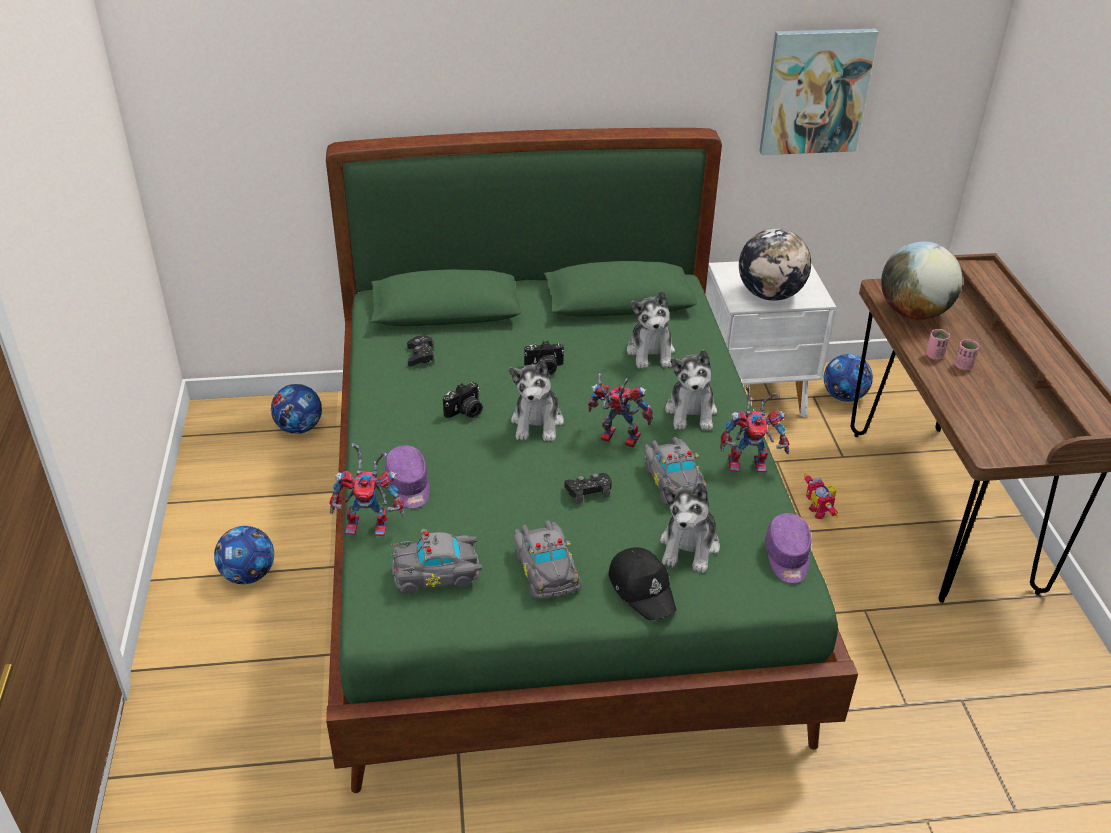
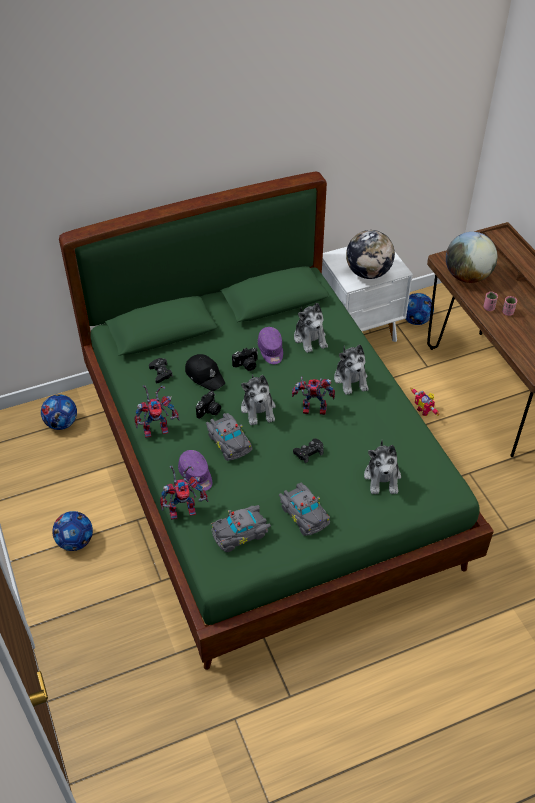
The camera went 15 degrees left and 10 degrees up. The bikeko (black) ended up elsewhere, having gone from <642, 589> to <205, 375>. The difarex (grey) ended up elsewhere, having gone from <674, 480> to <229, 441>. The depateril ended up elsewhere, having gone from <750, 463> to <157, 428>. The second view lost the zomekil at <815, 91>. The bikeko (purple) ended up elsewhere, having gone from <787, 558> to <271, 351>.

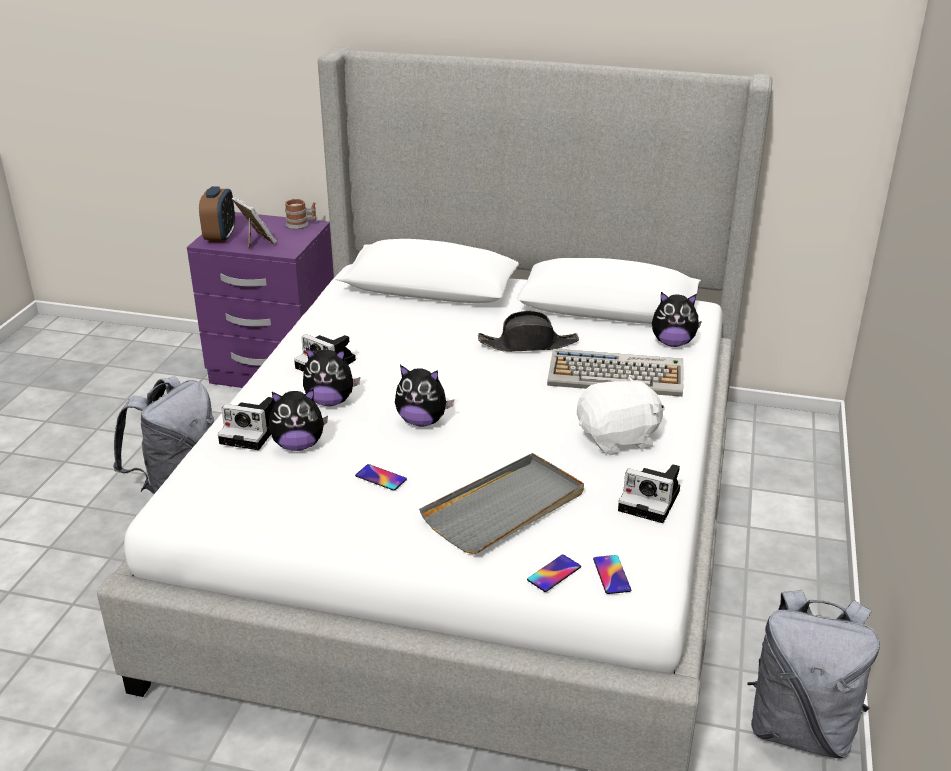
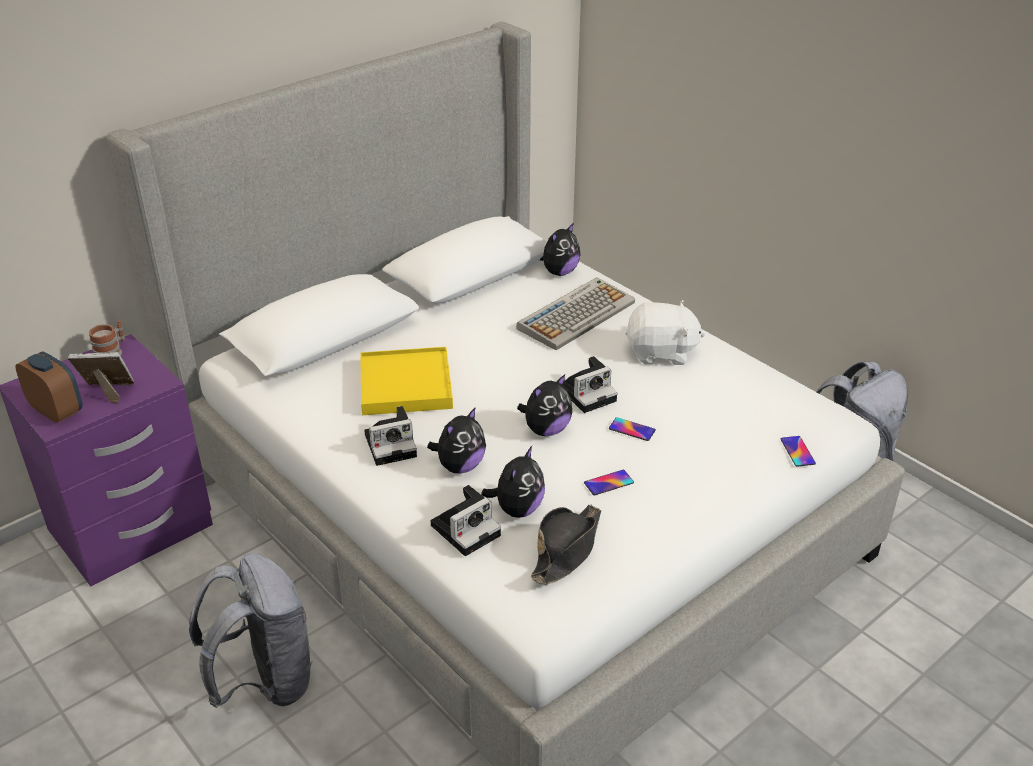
The camera went 55 degrees left and 5 degrees up. The second view lost the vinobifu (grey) at <505, 508>. The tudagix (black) ended up elsewhere, having gone from <528, 344> to <567, 550>. The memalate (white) at <618, 439> ended up facing another way, 75 degrees clockwise from before. The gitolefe ended up elsewhere, having gone from <611, 575> to <632, 429>. The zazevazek ended up elsewhere, having gone from <652, 501> to <588, 393>. The second view gained the vinobifu (yellow) at <405, 385>.

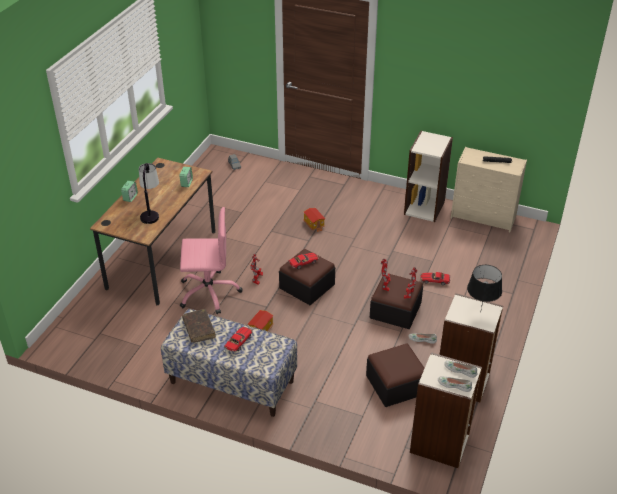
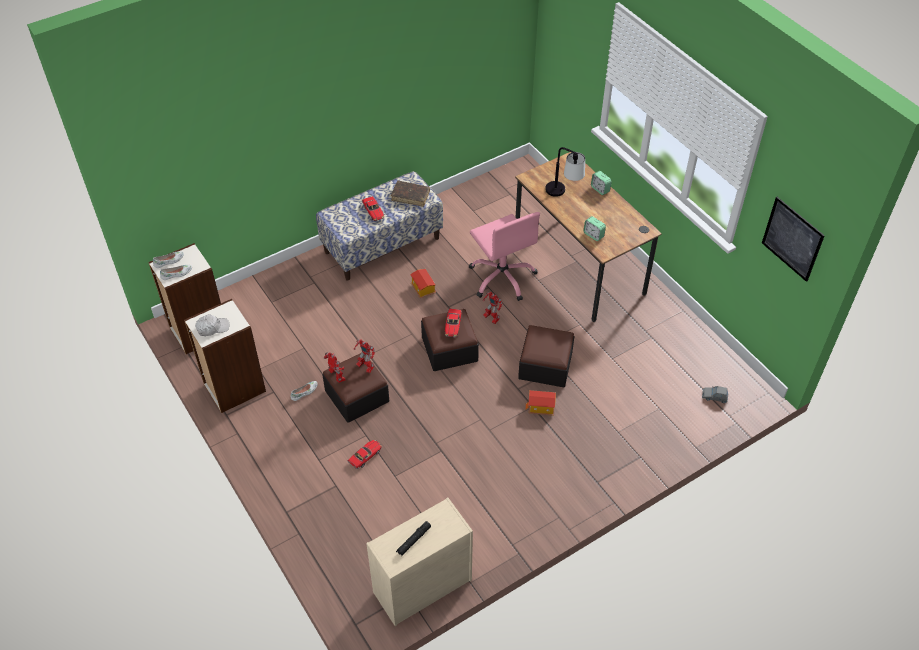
The camera went 125 degrees right and 10 degrees up. The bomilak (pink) at <209, 292> ended up facing another way, 60 degrees counterclockwise from before. The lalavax ended up elsewhere, having gone from <395, 384> to <545, 365>. The second view lost the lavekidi at <424, 207>. Where the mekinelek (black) stood at <480, 312>, the bikeko (white) came to stand at <212, 328>. The second view gained the zomekil at <792, 239>.

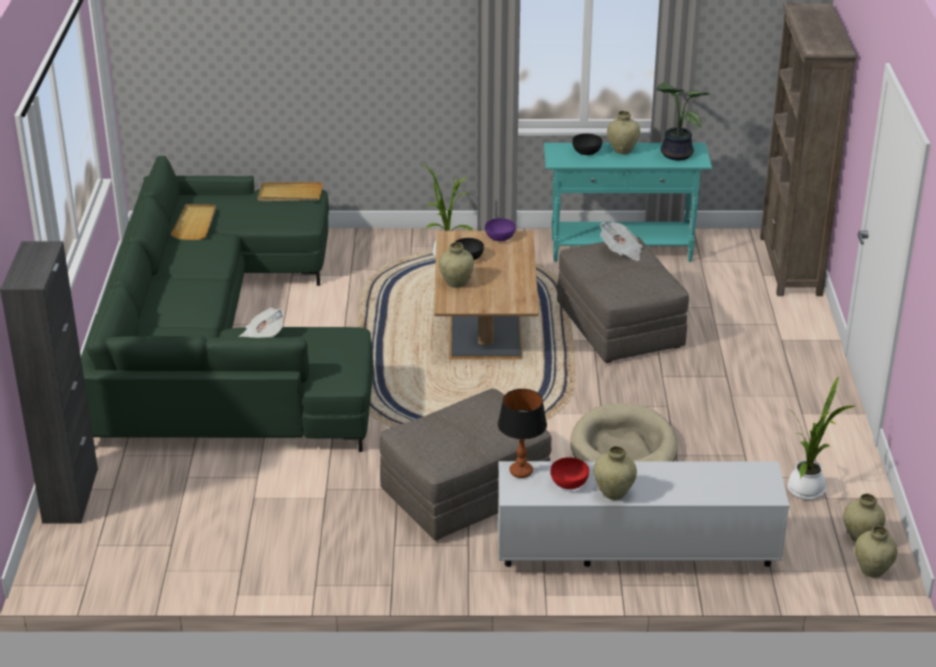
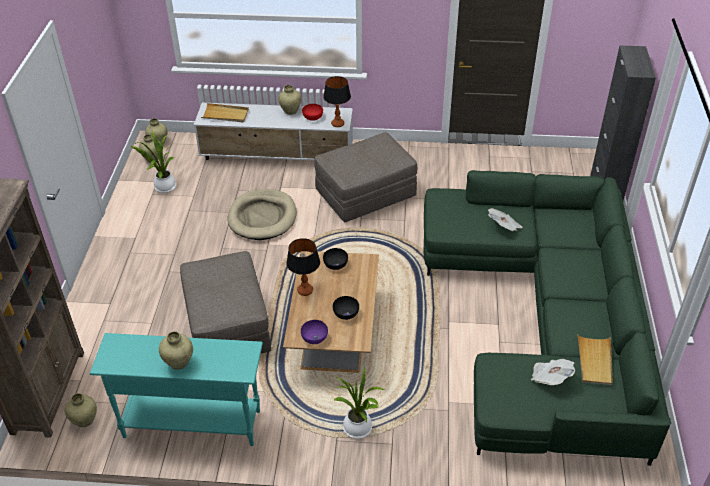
The camera went 175 degrees left and 10 degrees up. The vinobifu (beige) ended up elsewhere, having gone from <290, 194> to <225, 115>. The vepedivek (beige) ended up elsewhere, having gone from <456, 283> to <85, 421>. The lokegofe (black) ended up elsewhere, having gone from <586, 152> to <336, 264>. The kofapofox ended up elsewhere, having gone from <621, 252> to <550, 378>. The second view lost the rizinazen at <674, 154>. The second view gained the mekinelek at <305, 291>.

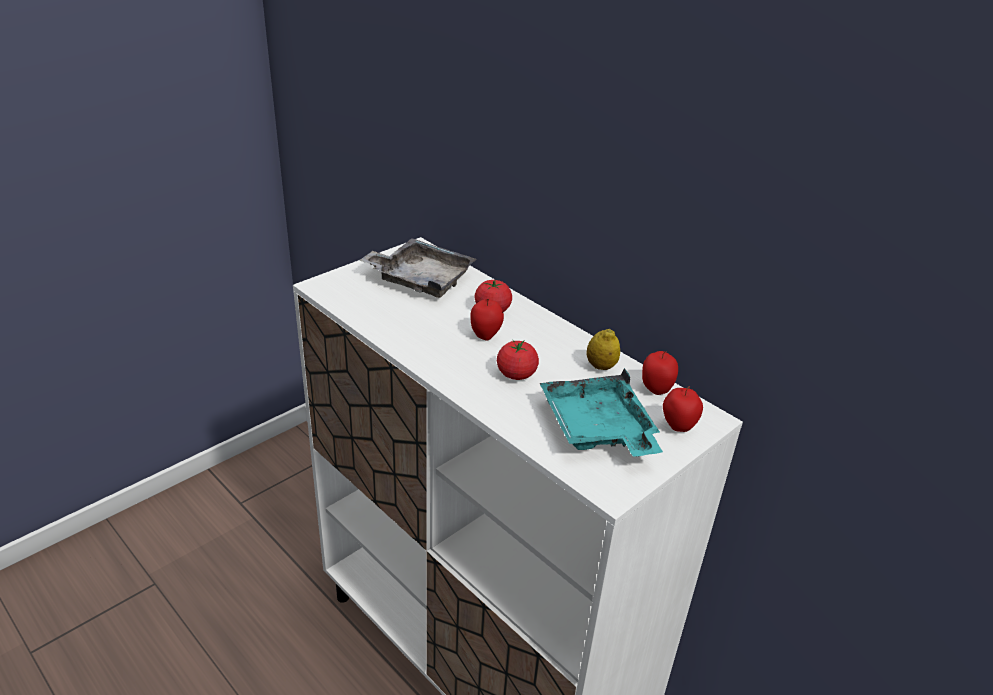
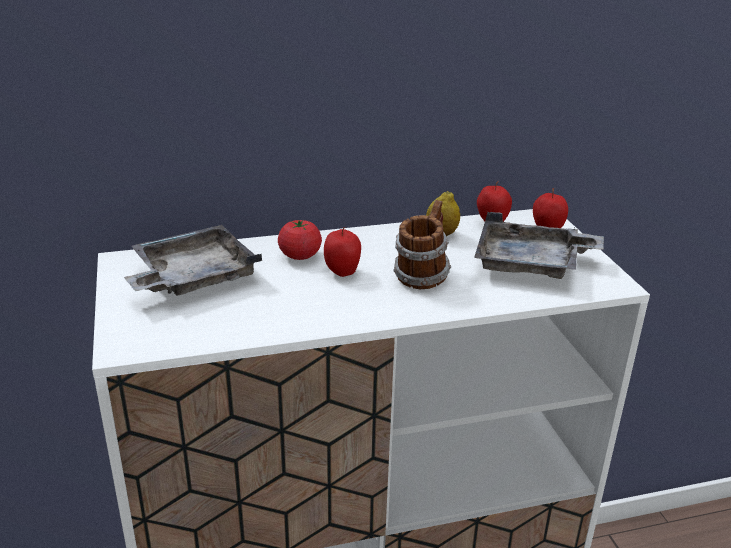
The camera went 60 degrees left and 5 degrees down. Where the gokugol stood at <516, 374>, the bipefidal came to stand at <421, 276>. What was the vinobifu (turquoise) at <597, 429> turned into the vinobifu (grey) at <531, 264>.

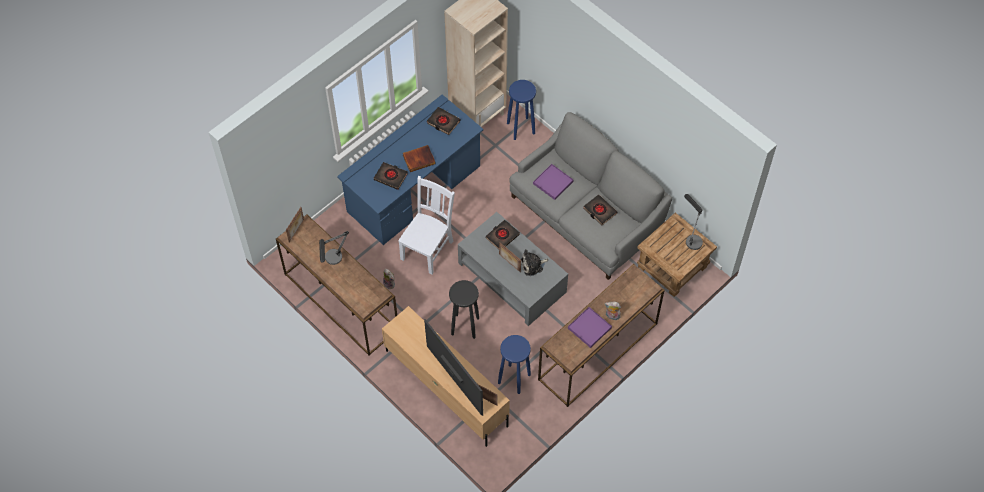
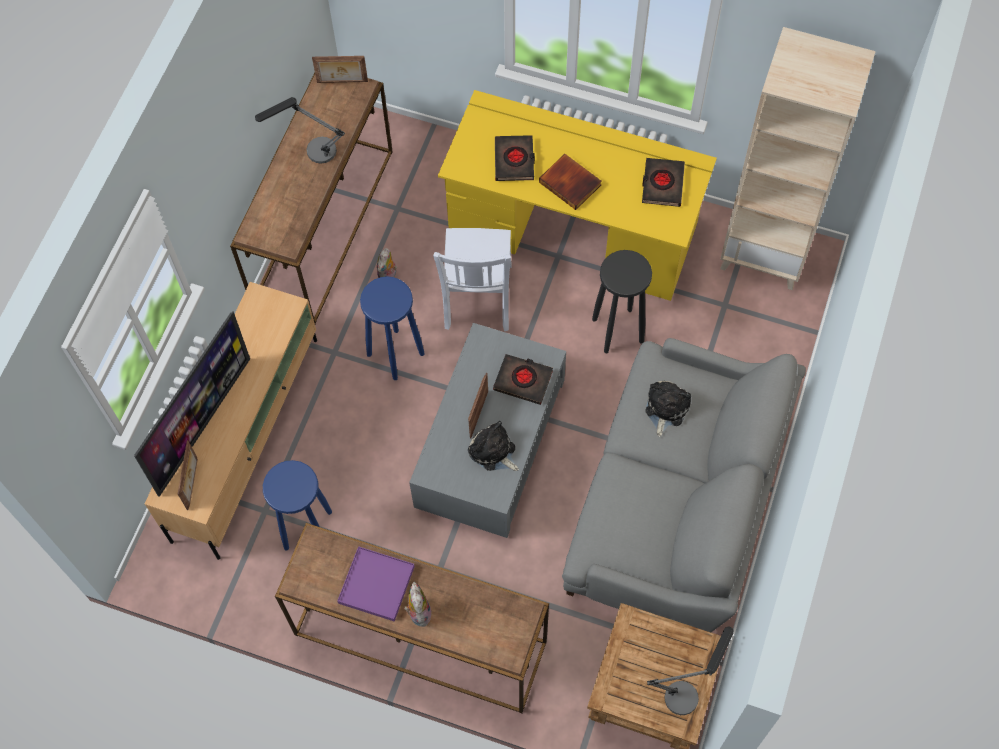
The camera went 65 degrees right and 5 degrees up. What was the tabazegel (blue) at <413, 189> turned into the tabazegel (yellow) at <573, 229>. The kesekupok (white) at <428, 248> ended up facing another way, 90 degrees clockwise from before. The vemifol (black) ended up elsewhere, having gone from <464, 326> to <617, 329>. The vemifol (blue) ended up elsewhere, having gone from <521, 128> to <396, 354>. Where the vinobifu (purple) stood at <553, 183>, the memalate came to stand at <665, 409>. The second view lost the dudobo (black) at <599, 211>.

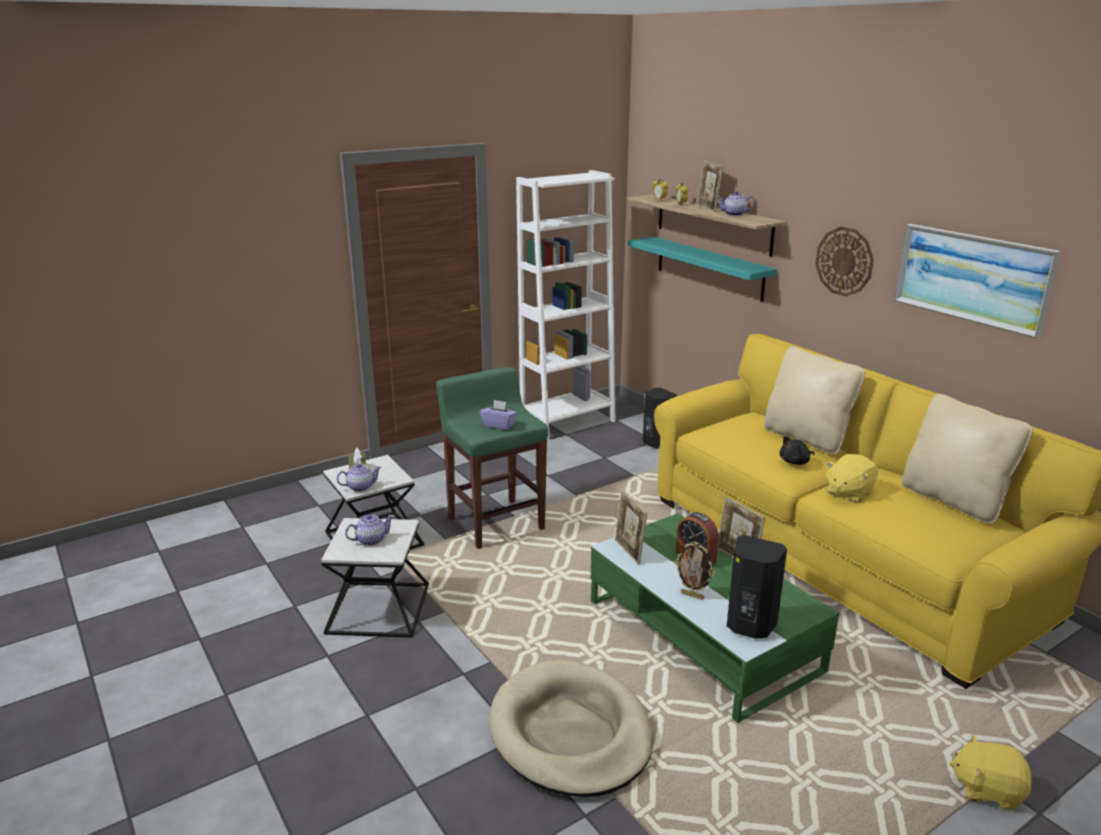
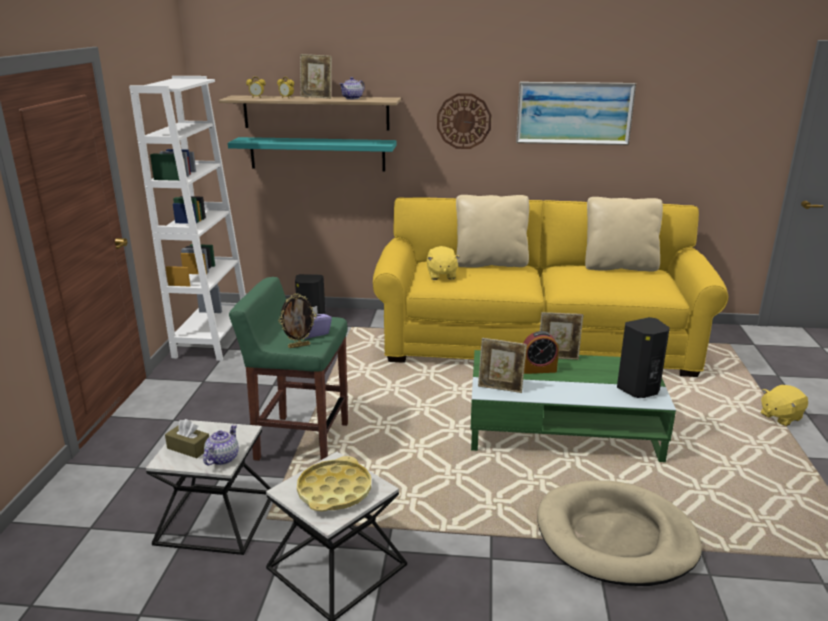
The camera went 50 degrees left and 0 degrees up. Where the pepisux stood at <370, 540>, the vinobifu (yellow) came to stand at <334, 491>. The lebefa ended up elsewhere, having gone from <692, 595> to <299, 346>. The second view lost the memalate (black) at <795, 462>. The memalate (yellow) ended up elsewhere, having gone from <848, 492> to <441, 275>.

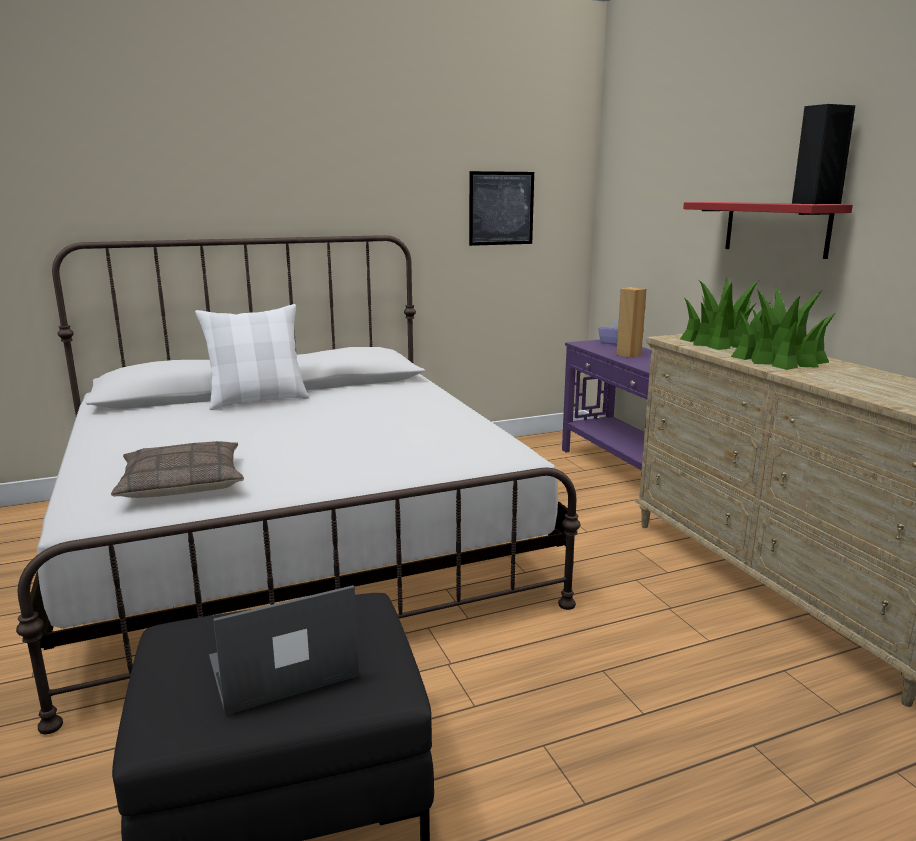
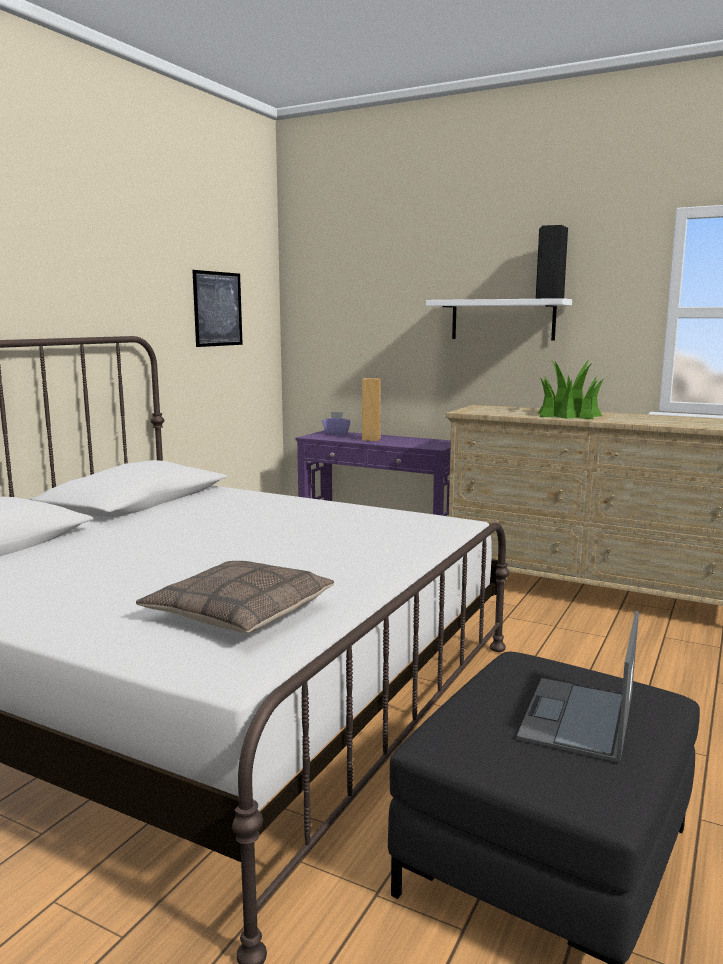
The camera went 40 degrees left and 5 degrees down. The second view lost the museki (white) at <258, 400>. The second view lost the rizinazen at <722, 342>. What was the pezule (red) at <776, 228> turned into the pezule (white) at <502, 319>.

